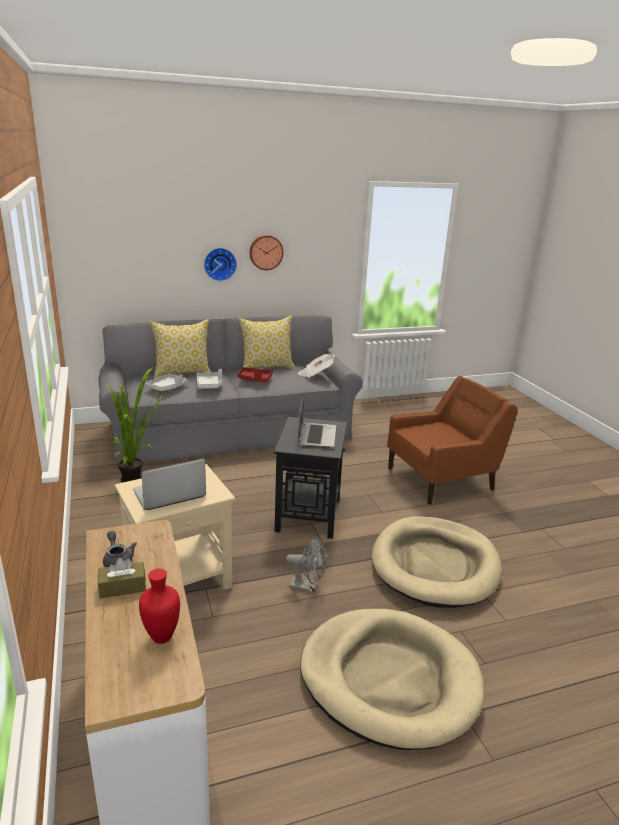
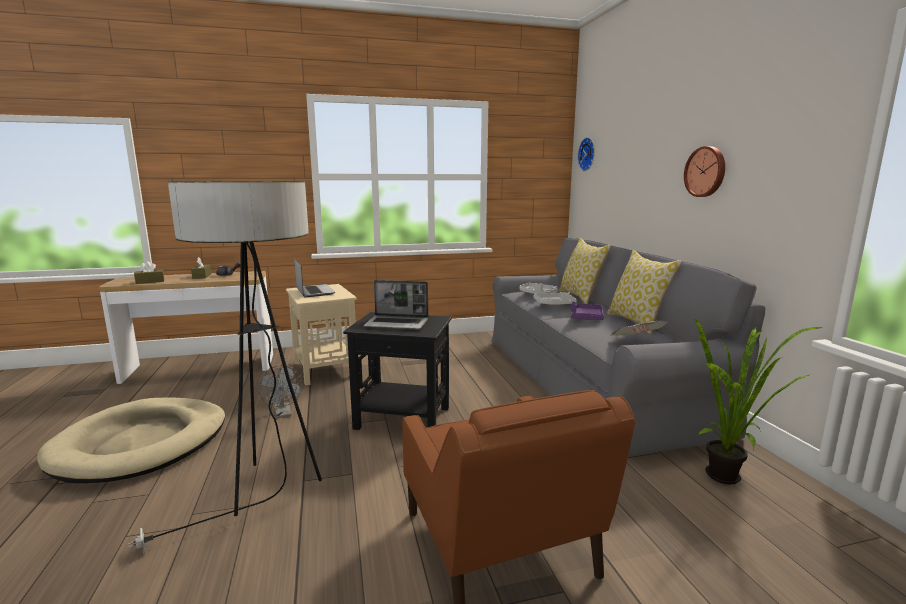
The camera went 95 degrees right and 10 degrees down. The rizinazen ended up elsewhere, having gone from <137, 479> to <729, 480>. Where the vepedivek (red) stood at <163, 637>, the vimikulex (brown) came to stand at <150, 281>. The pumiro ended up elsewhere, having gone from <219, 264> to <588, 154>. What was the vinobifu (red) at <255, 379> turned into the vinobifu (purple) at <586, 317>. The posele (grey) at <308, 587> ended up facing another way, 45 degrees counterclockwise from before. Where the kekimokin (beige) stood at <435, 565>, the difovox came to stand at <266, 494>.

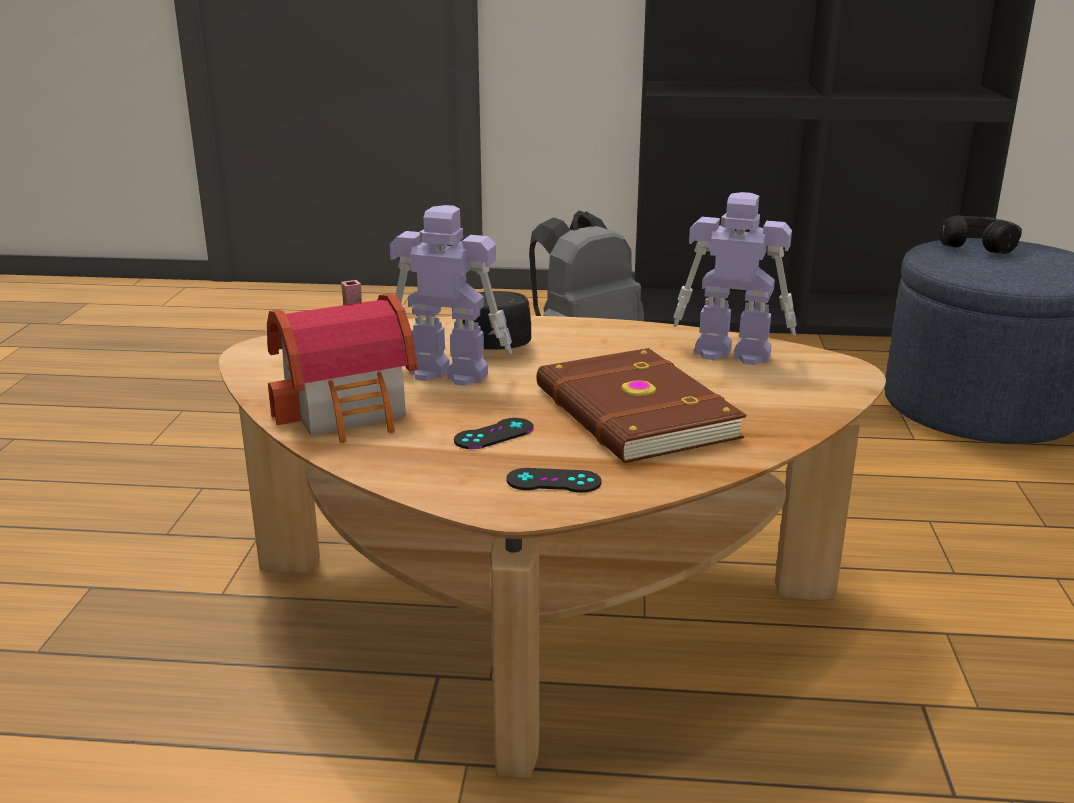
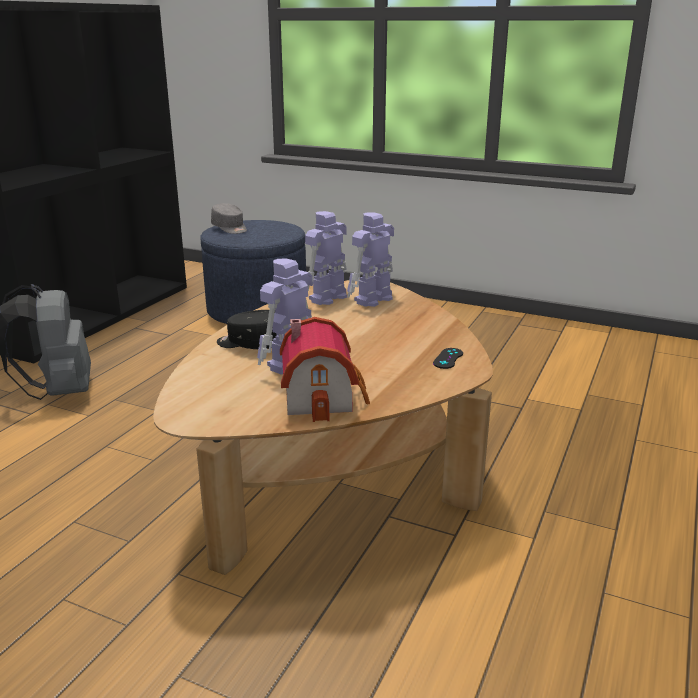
The camera went 70 degrees left and 0 degrees up. The second view lost the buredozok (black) at <494, 434>. The second view lost the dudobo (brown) at <632, 414>. Where the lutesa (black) stood at <978, 245>, the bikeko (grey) came to stand at <230, 228>. The second view gained the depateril at <372, 300>.

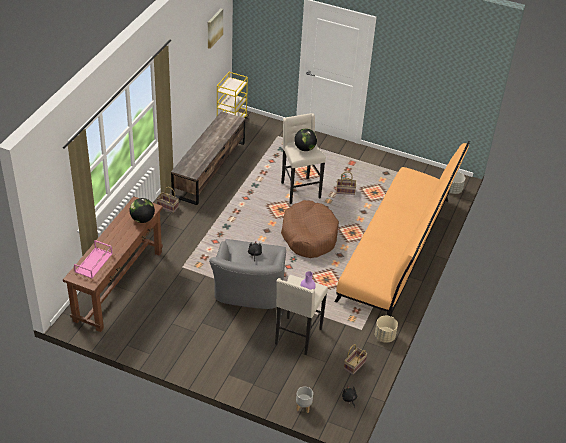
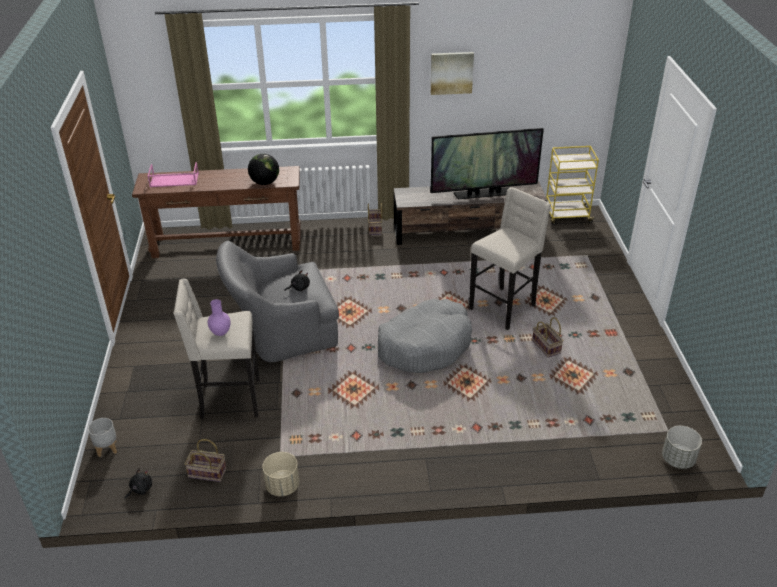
The camera went 65 degrees right and 5 degrees down. The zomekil ended up elsewhere, having gone from <214, 28> to <451, 72>. What was the kekimokin (brown) at <309, 235> turned into the kekimokin (grey) at <425, 345>. The second view lost the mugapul at <305, 148>. The second view lost the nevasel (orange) at <399, 250>. The second view gained the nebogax at <483, 194>.

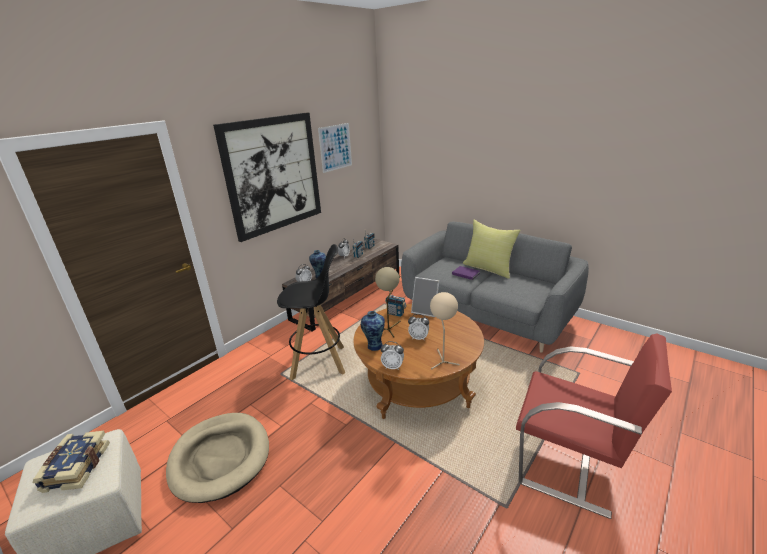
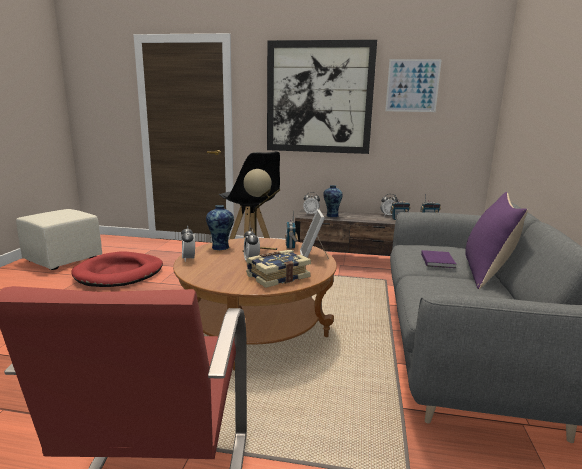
The camera went 60 degrees right and 10 degrees down. The dudobo ended up elsewhere, having gone from <75, 468> to <277, 276>. What was the kekimokin (beige) at <220, 458> turned into the kekimokin (red) at <120, 273>. The second view lost the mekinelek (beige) at <442, 360>. What was the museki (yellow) at <489, 268> turned into the museki (purple) at <486, 273>.

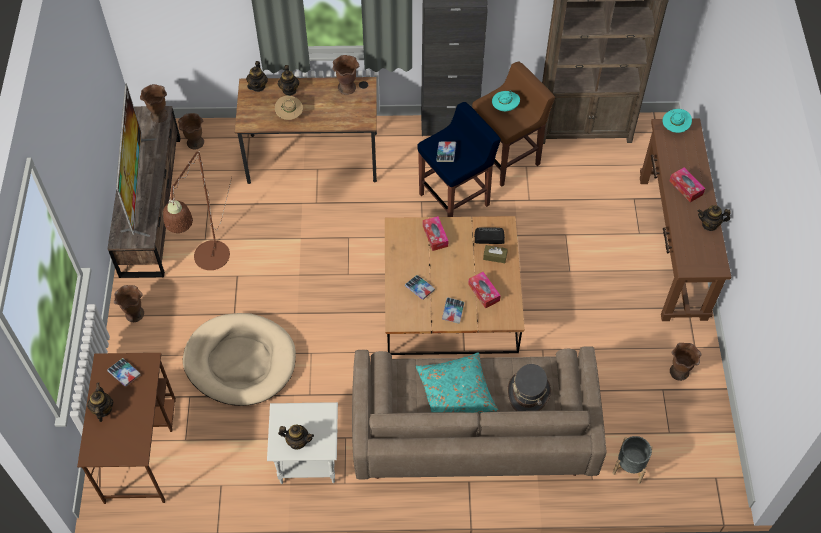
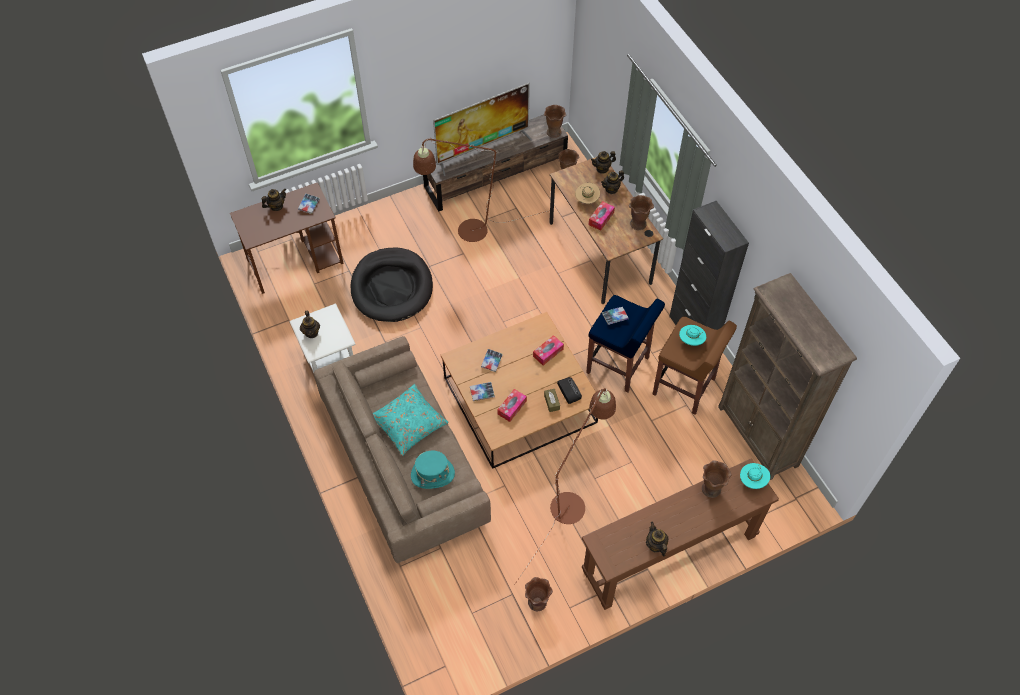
The camera went 65 degrees right and 0 degrees up. The vepedivek (brown) ended up elsewhere, having gone from <134, 314> to <711, 489>. What was the kekimokin (beige) at <240, 361> turned into the kekimokin (black) at <392, 287>. What was the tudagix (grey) at <528, 393> turned into the tudagix (turquoise) at <432, 474>. The second view lost the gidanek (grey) at <630, 466>. The vimikulex ended up elsewhere, having gone from <686, 188> to <601, 218>. The second view gained the difovox (brown) at <572, 500>.

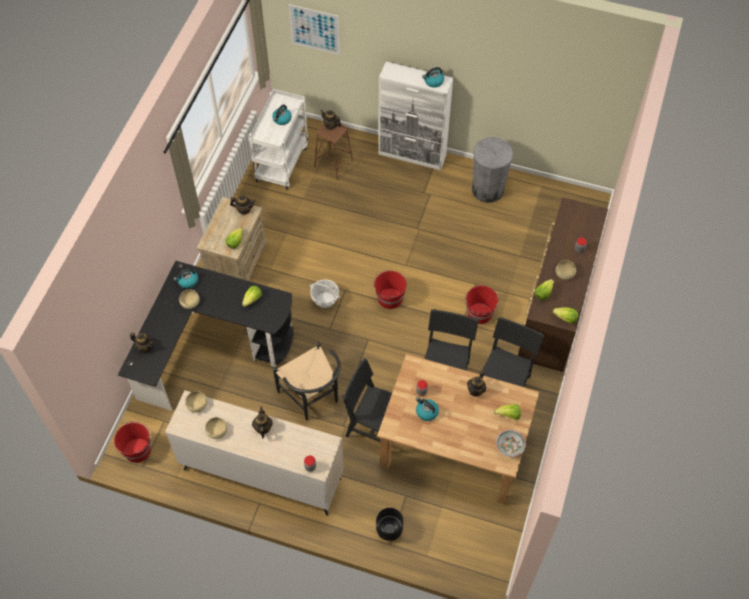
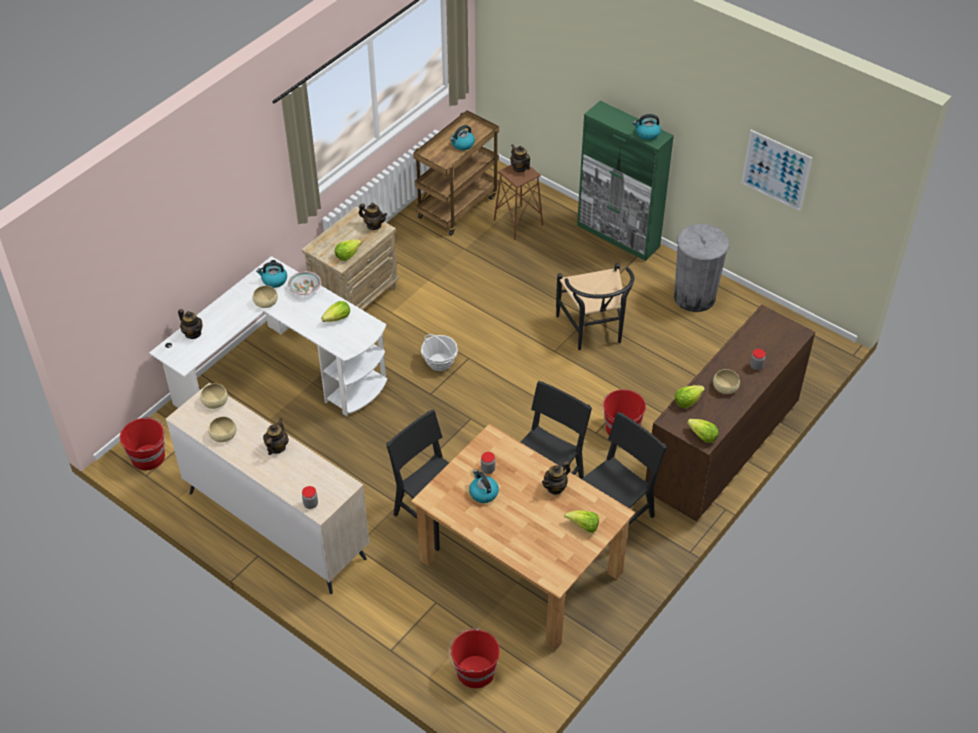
The camera went 20 degrees right and 10 degrees down. What was the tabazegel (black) at <210, 347> turned into the tabazegel (white) at <283, 374>. What was the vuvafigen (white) at <281, 162> turned into the vuvafigen (brown) at <457, 206>. The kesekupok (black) ended up elsewhere, having gone from <313, 398> to <593, 332>. The zomekil ended up elsewhere, having gone from <315, 29> to <776, 170>. The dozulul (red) ended up elsewhere, having gone from <389, 298> to <474, 671>. The second view lost the gidanek (black) at <389, 529>. What was the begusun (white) at <412, 154> turned into the begusun (green) at <618, 236>. The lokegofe ended up elsewhere, having gone from <509, 446> to <305, 289>.

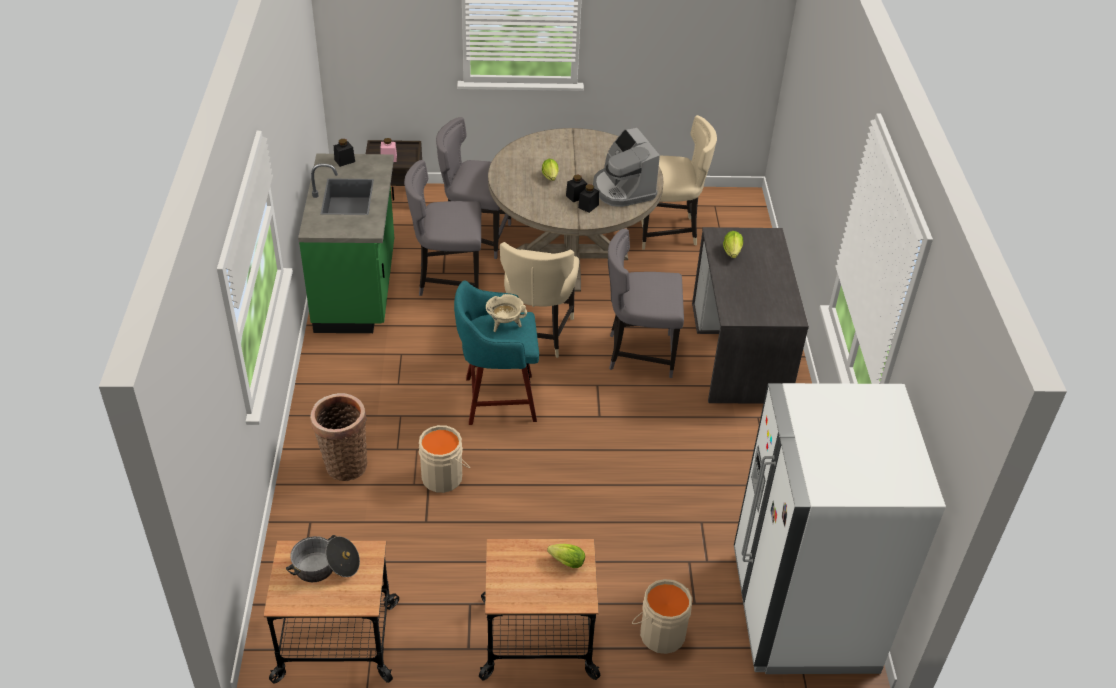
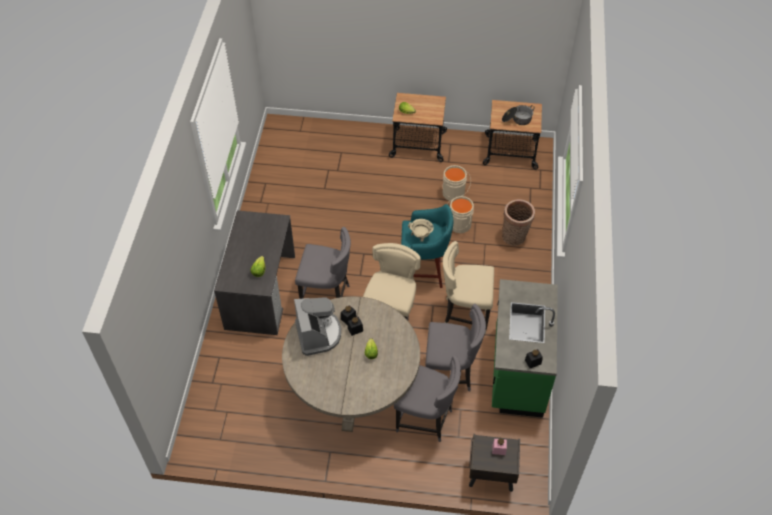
The camera went 170 degrees left and 10 degrees up. The dozulul (beige) ended up elsewhere, having gone from <660, 632> to <454, 194>. The kesekupok (beige) ended up elsewhere, having gone from <668, 232> to <464, 313>. The second view lost the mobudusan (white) at <802, 611>.

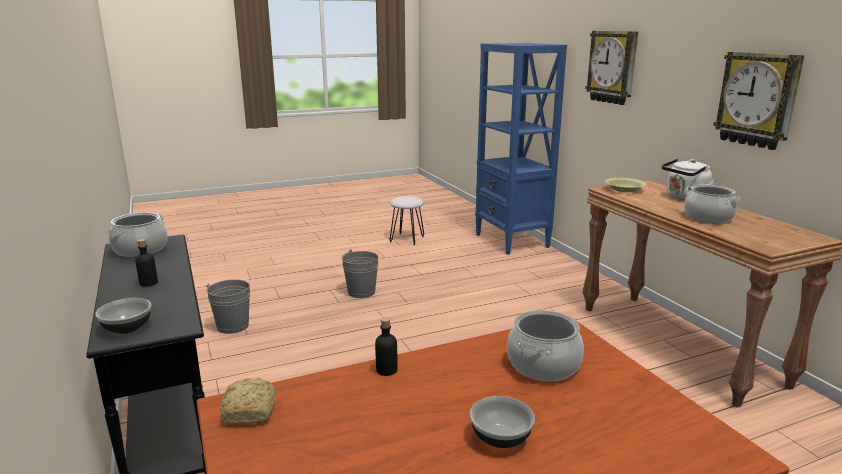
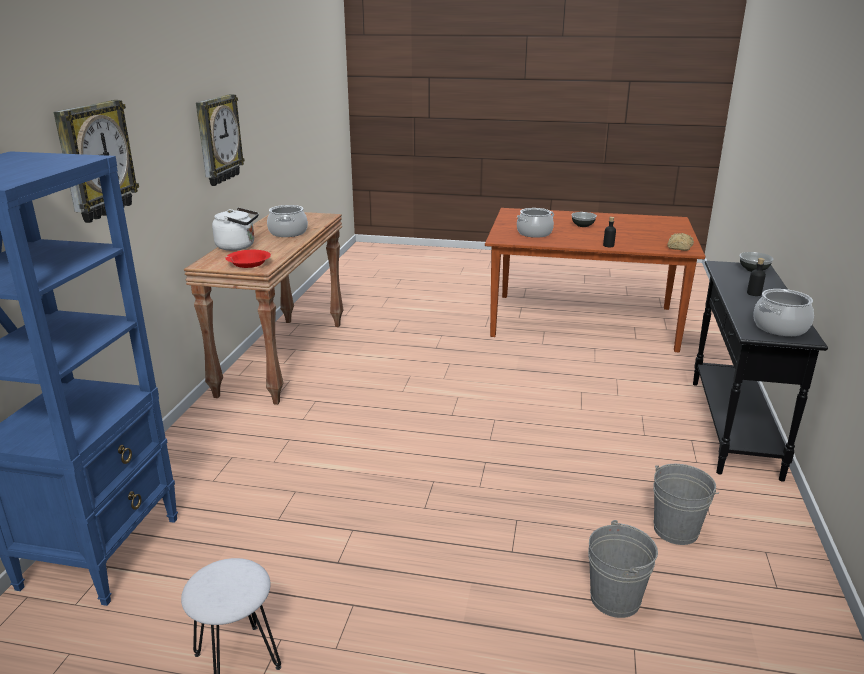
The camera went 145 degrees left and 5 degrees up. The dozulul (grey) ended up elsewhere, having gone from <361, 292> to <615, 599>. What was the lokegofe (yellow) at <624, 190> turned into the lokegofe (red) at <249, 264>.

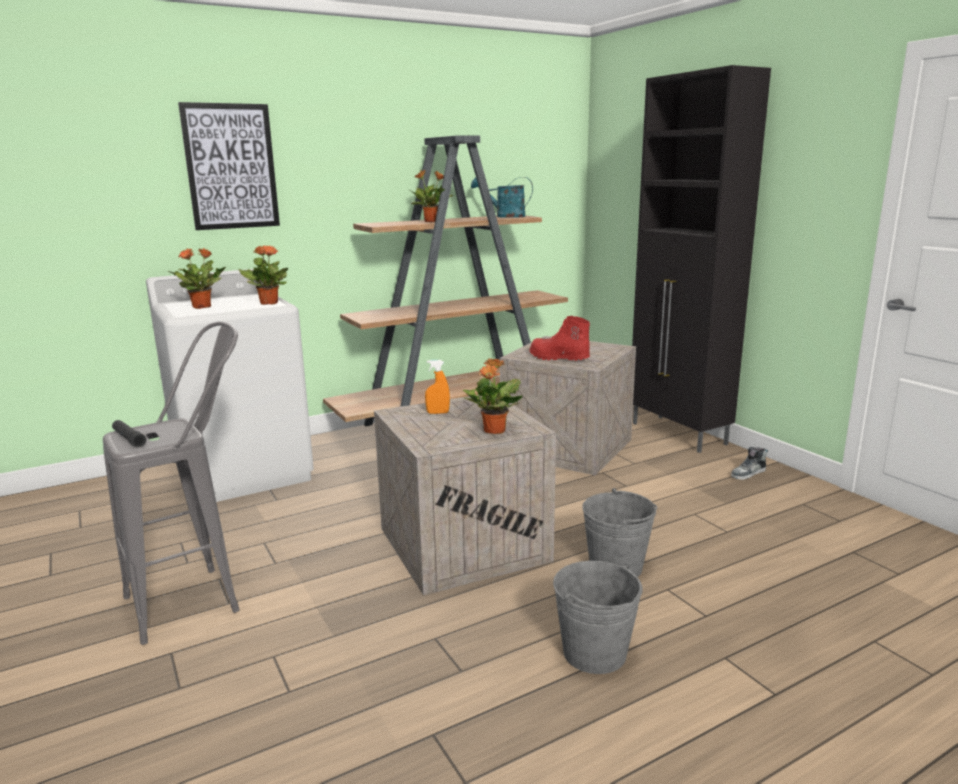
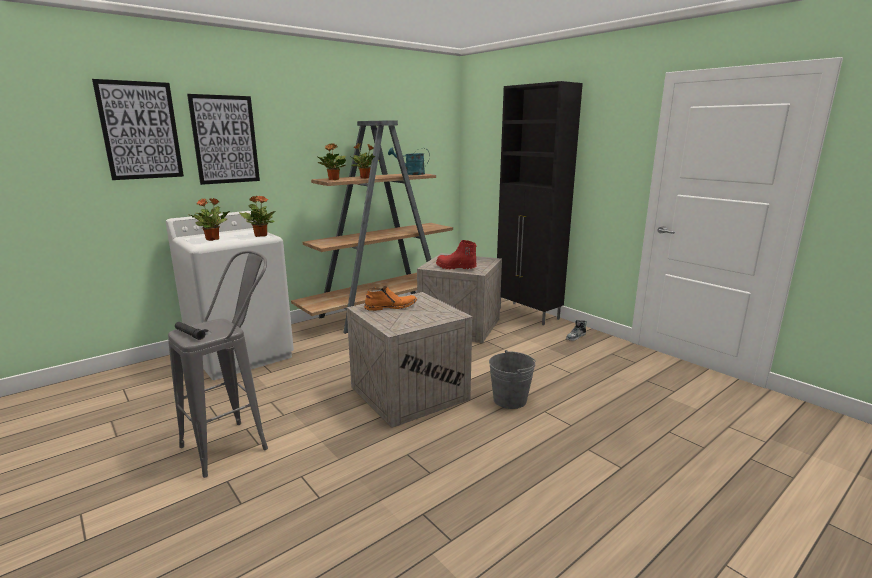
The camera went 10 degrees left and 0 degrees up. Where the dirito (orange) stood at <438, 413>, the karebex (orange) came to stand at <390, 307>. The rizinazen ended up elsewhere, having gone from <494, 431> to <333, 179>. The second view lost the dozulul (grey) at <594, 653>. The second view gained the zomekil at <140, 131>.

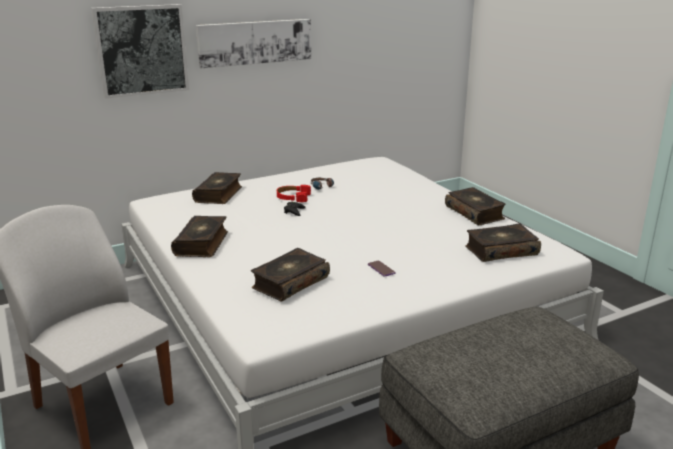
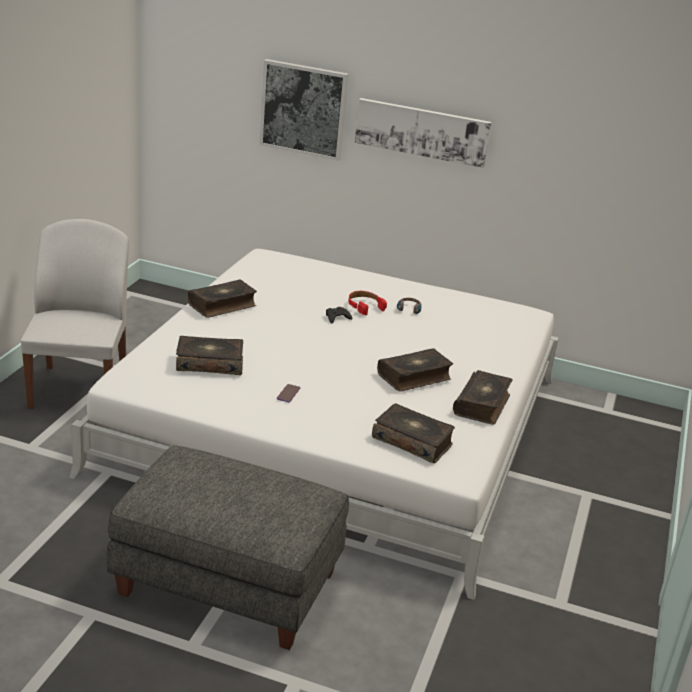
The camera went 45 degrees right and 5 degrees up. The dudobo ended up elsewhere, having gone from <219, 194> to <414, 377>.

